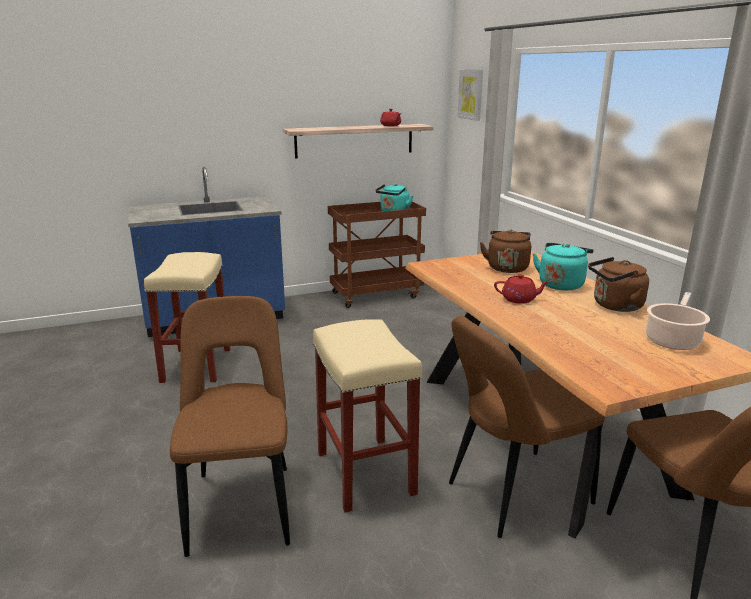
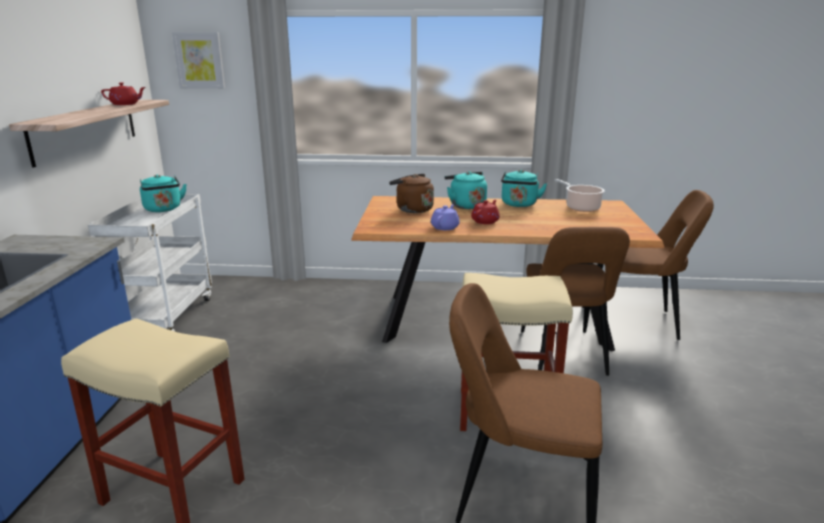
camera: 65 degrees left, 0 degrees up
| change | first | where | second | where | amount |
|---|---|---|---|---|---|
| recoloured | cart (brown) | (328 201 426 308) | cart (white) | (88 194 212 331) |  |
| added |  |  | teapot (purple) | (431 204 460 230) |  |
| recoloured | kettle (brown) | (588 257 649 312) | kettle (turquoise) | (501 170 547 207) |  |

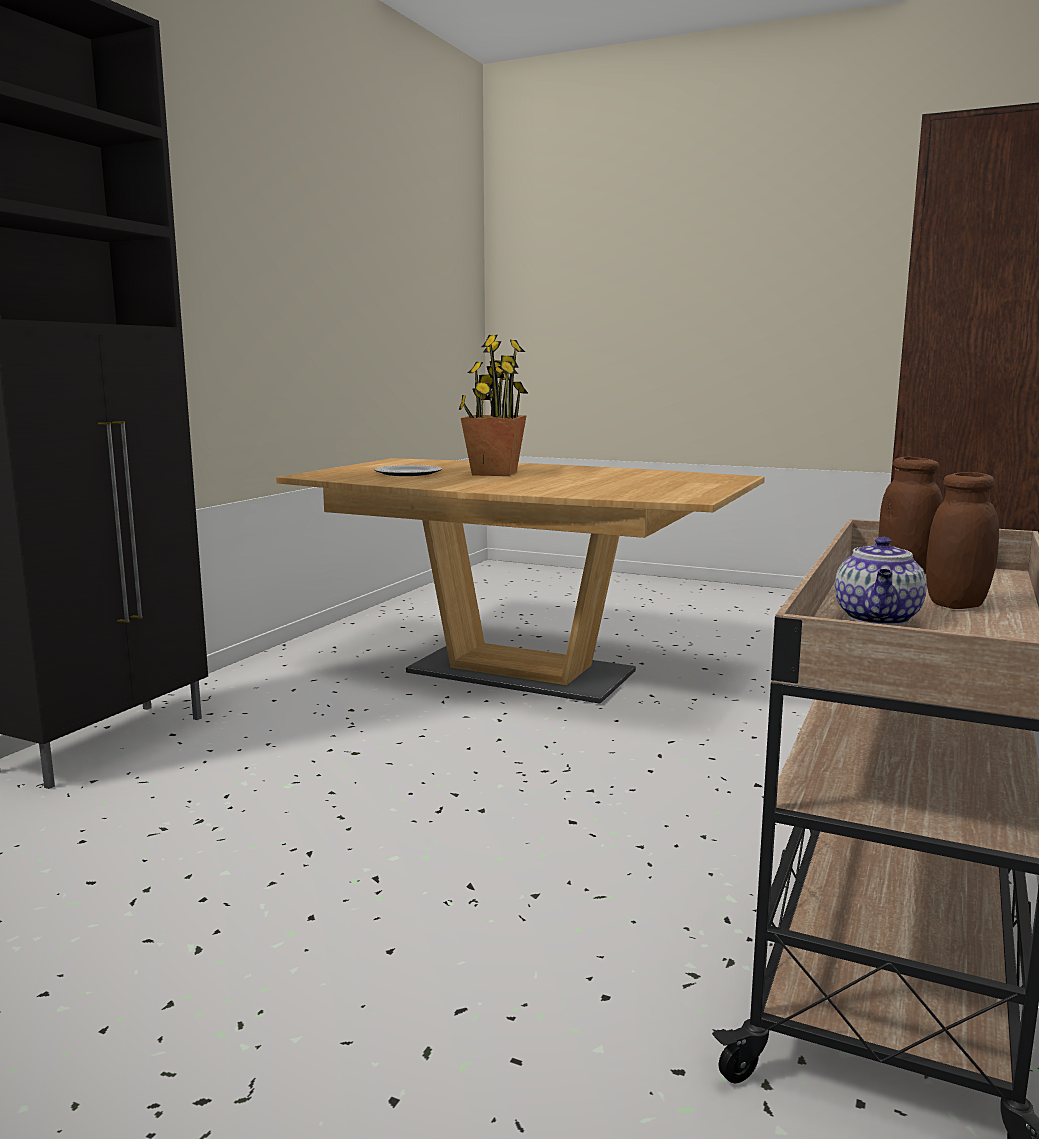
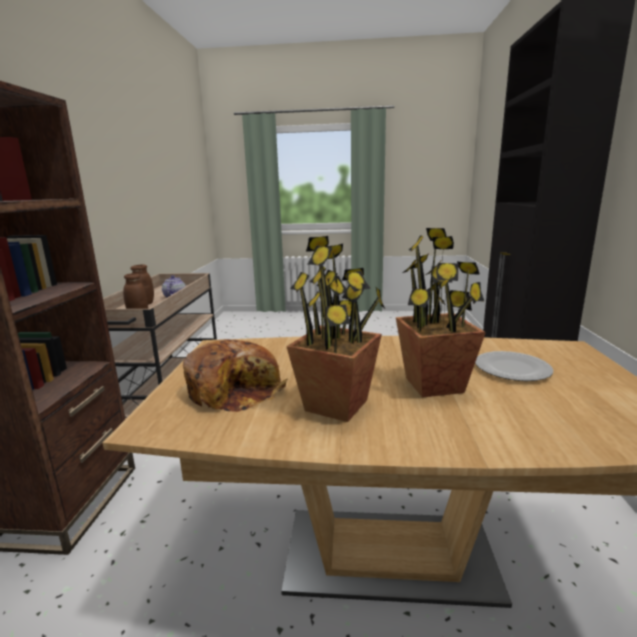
camera: 160 degrees right, 5 degrees up
| change | first | where | second | where | amount |
|---|---|---|---|---|---|
| added |  |  | bread | (183 339 288 412) |  |
| added |  |  | potted plant | (286 236 385 422) |  |

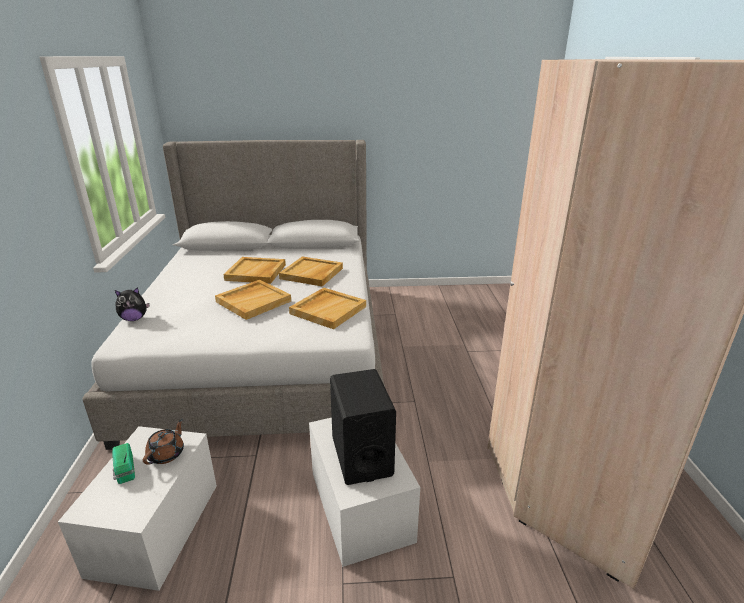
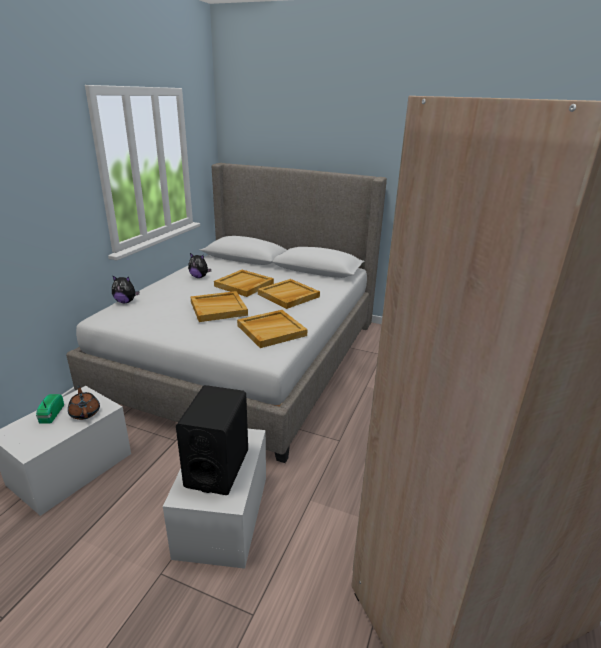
camera: 25 degrees right, 0 degrees up
| change | first | where | second | where | amount |
|---|---|---|---|---|---|
| turned | teapot (brown) | (143 419 184 465) |  | (68 386 100 420) | 75 degrees counterclockwise |
| added |  |  | plush toy | (188 253 211 278) |  |

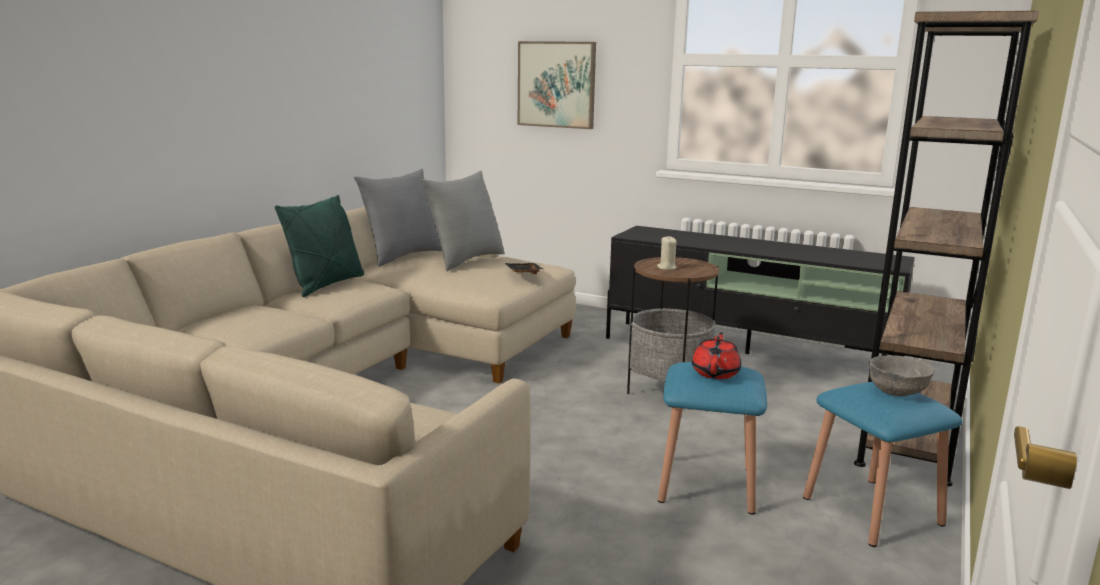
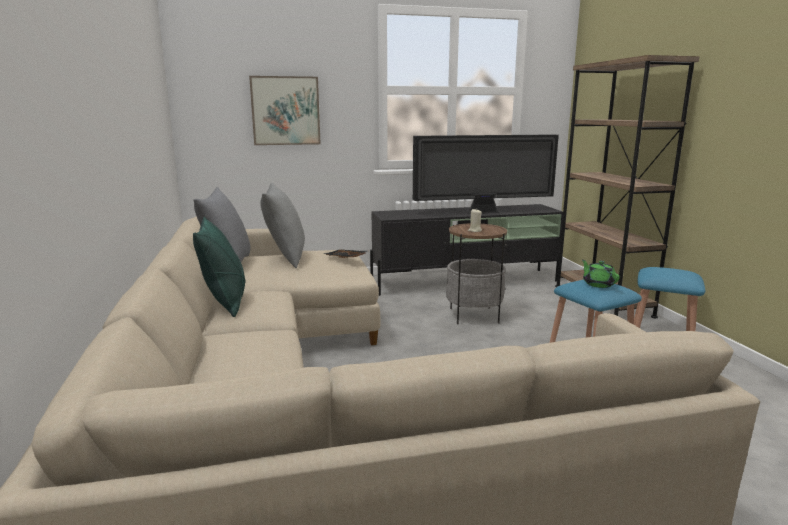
camera: 40 degrees left, 0 degrees up
| change | first | where | second | where | amount |
|---|---|---|---|---|---|
| added |  |  | television | (413 134 559 214) |  |
| recoloured | teapot (red) | (692 332 741 379) | teapot (green) | (582 260 620 288) |  |
| removed | bowl (grey) | (869 355 935 396) |  |  |  |

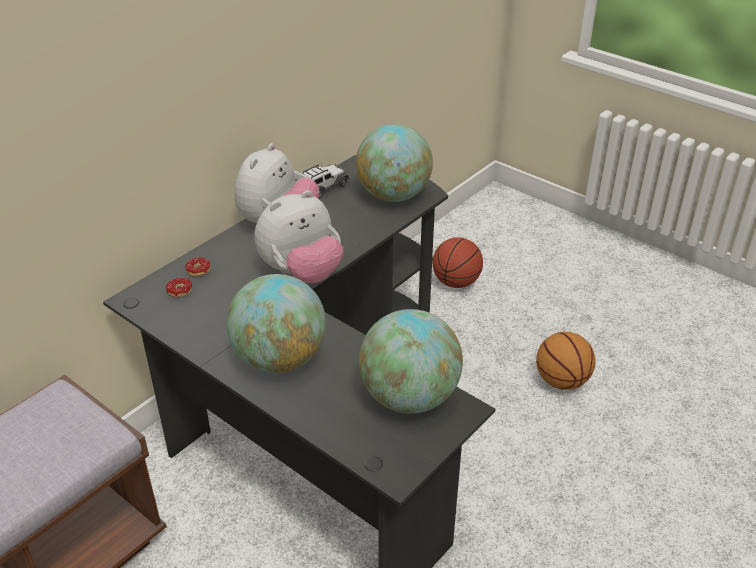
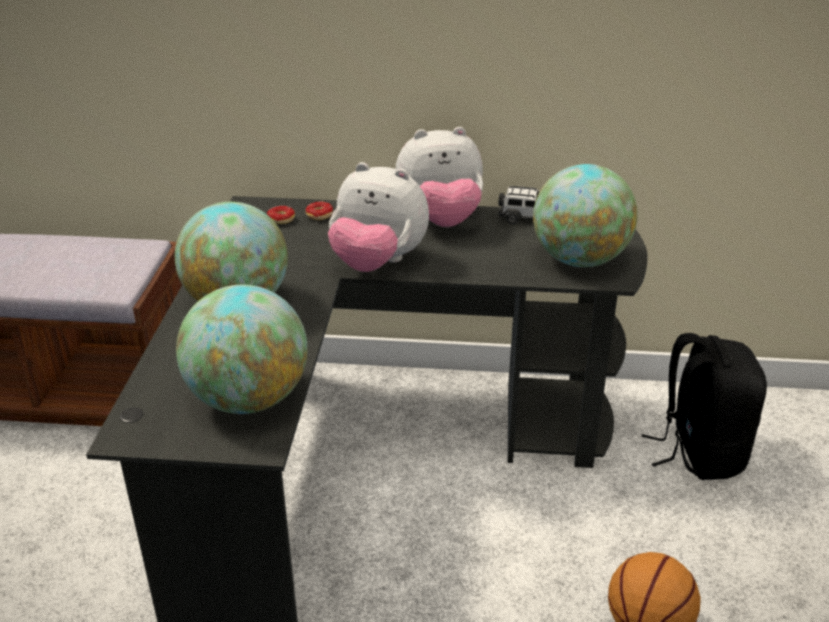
camera: 55 degrees right, 5 degrees down
| change | first | where | second | where | amount |
|---|---|---|---|---|---|
| replaced | basketball | (432 237 483 288) | backpack (black) | (642 333 767 480) |  |

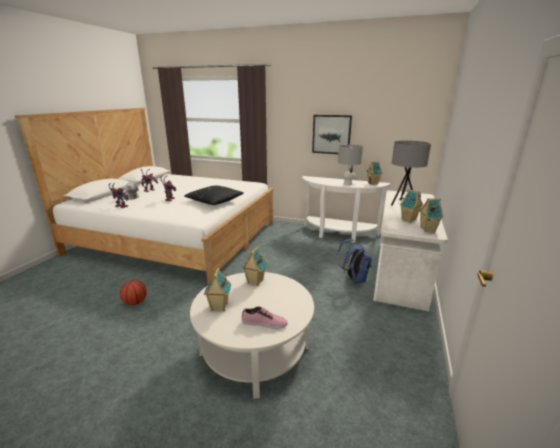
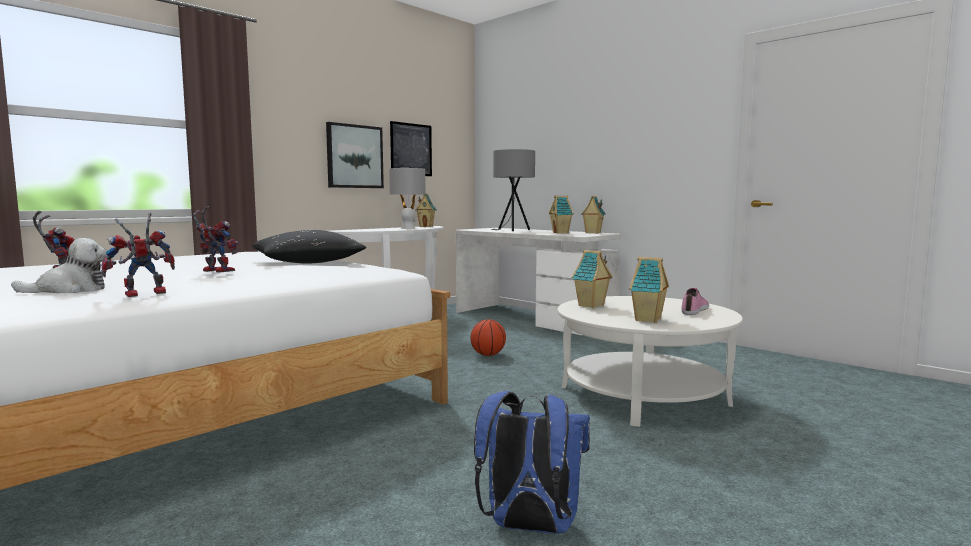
camera: 65 degrees left, 15 degrees down
| change | first | where | second | where | amount |
|---|---|---|---|---|---|
| added |  |  | picture | (390 121 432 176) |  |
| moved | basketball | (120 280 147 305) |  | (470 319 506 356) |  |
| moved | backpack (blue) | (337 239 372 283) |  | (474 391 590 534) |  |

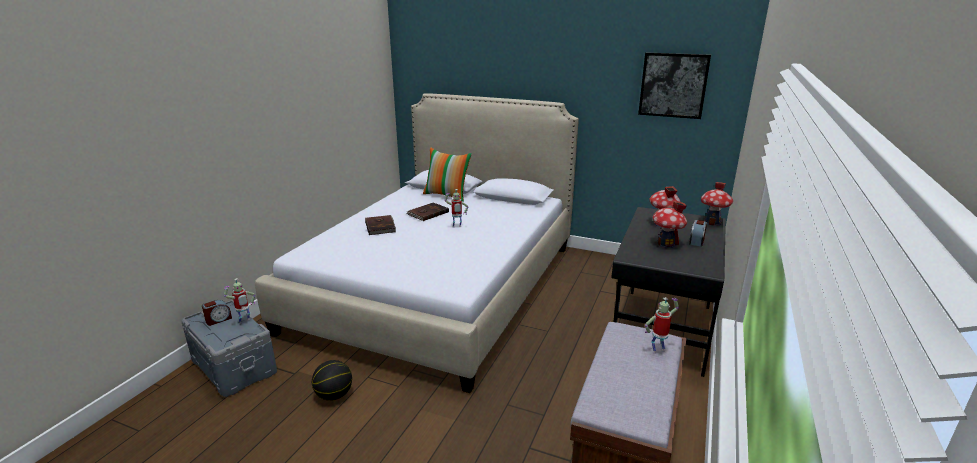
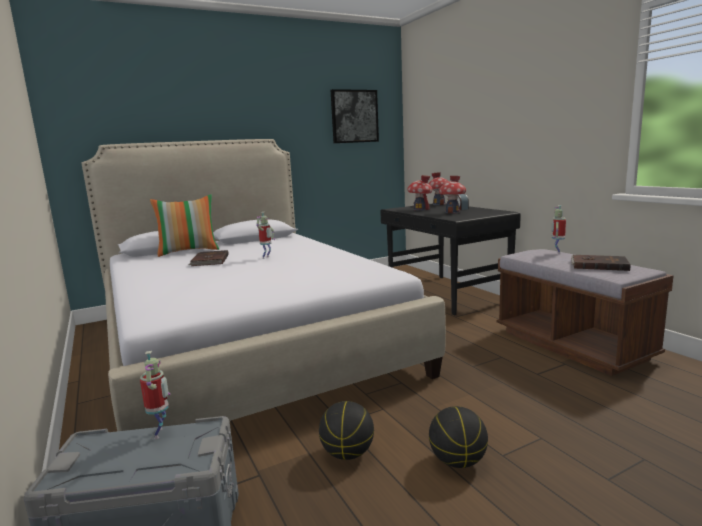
camera: 50 degrees left, 10 degrees down
| change | first | where | second | where | amount |
|---|---|---|---|---|---|
| added |  |  | basketball | (429 406 488 468) |  |
| moved | book (brown) | (365 215 396 235) |  | (571 255 631 271) |  |
| removed | alarm clock | (202 300 232 326) |  |  |  |

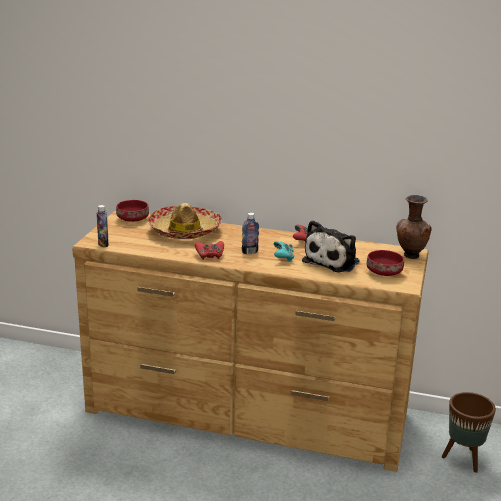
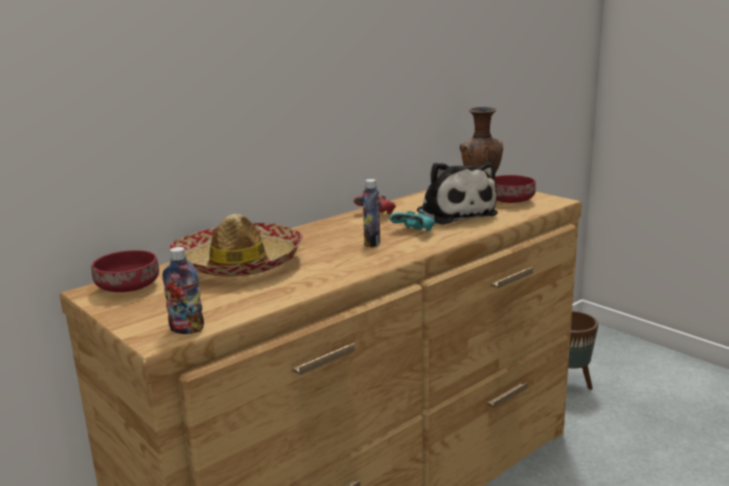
camera: 55 degrees left, 5 degrees down
| change | first | where | second | where | amount |
|---|---|---|---|---|---|
| removed | game controller (red) | (195 241 224 260) |  |  |  |

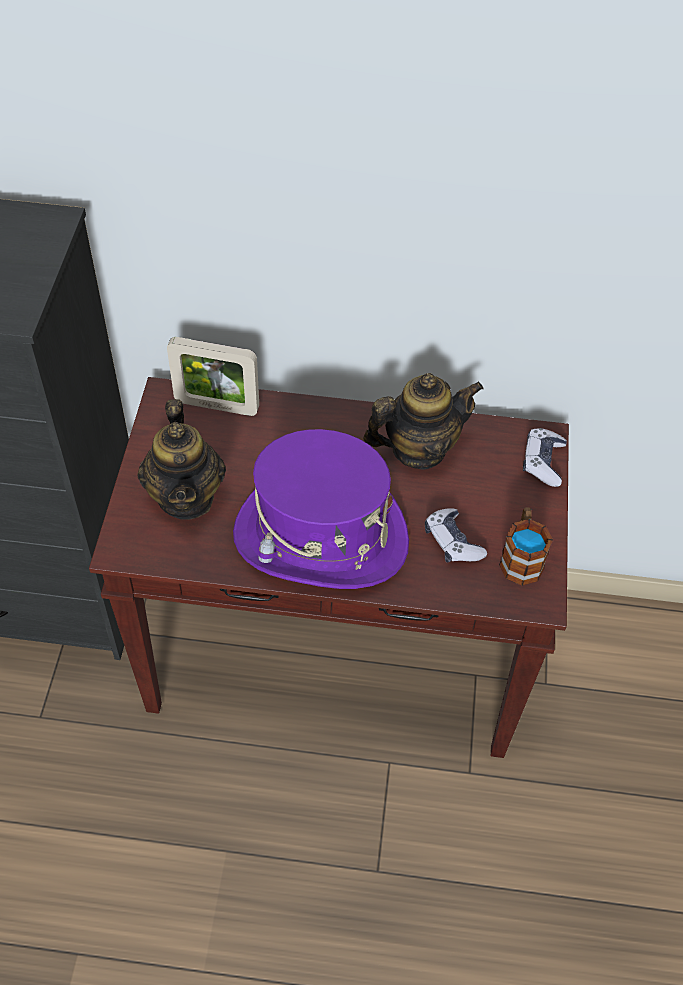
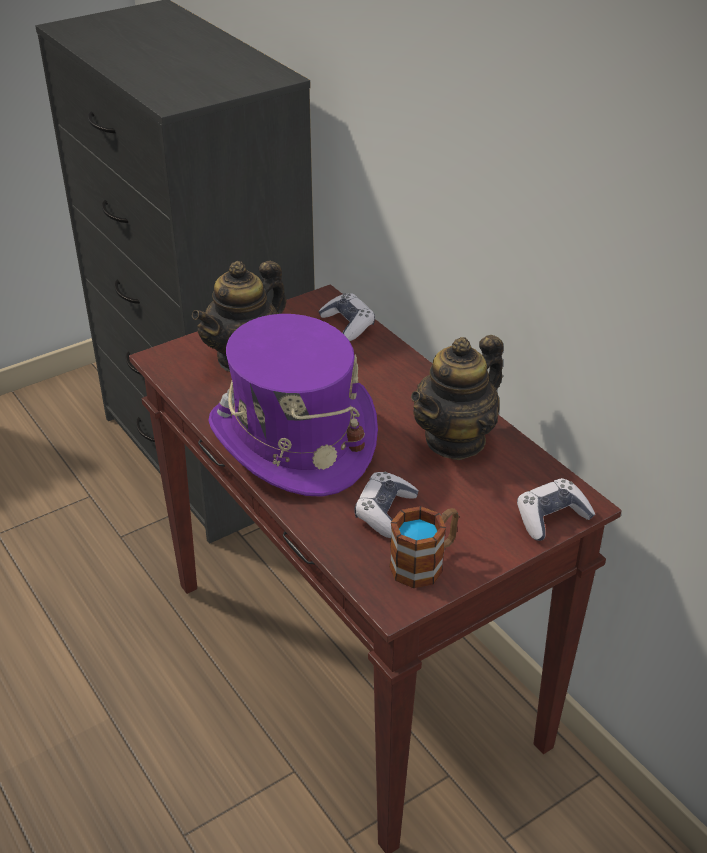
camera: 50 degrees right, 15 degrees down
| change | first | where | second | where | amount |
|---|---|---|---|---|---|
| replaced | picture frame | (167 337 259 416) | game controller | (318 293 375 341) |  |
| turned | teapot | (363 373 483 470) |  | (411 335 504 460) | 105 degrees clockwise |

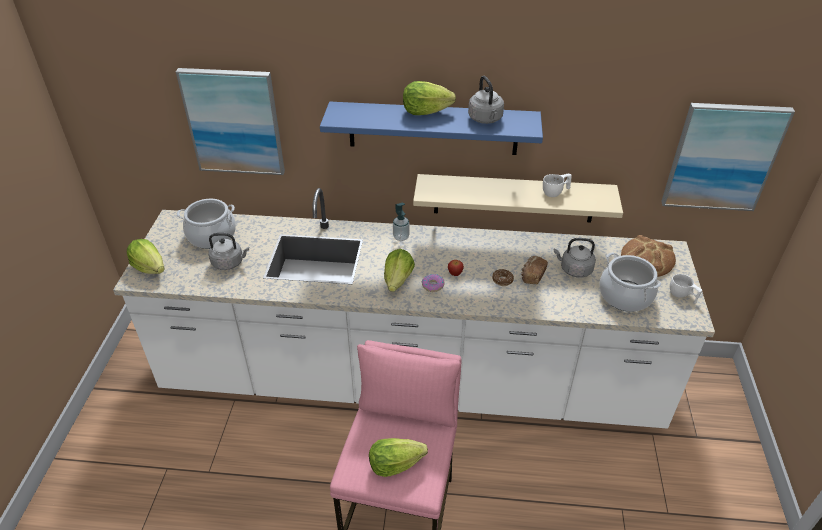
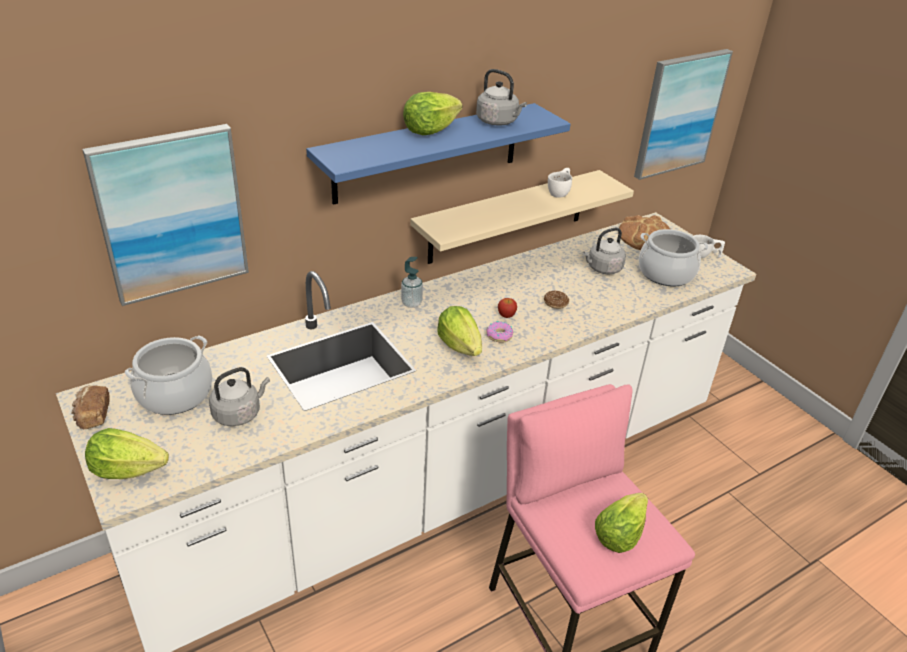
camera: 40 degrees left, 5 degrees down
| change | first | where | second | where | amount |
|---|---|---|---|---|---|
| moved | bread | (521 256 548 284) |  | (71 385 110 430) |  |

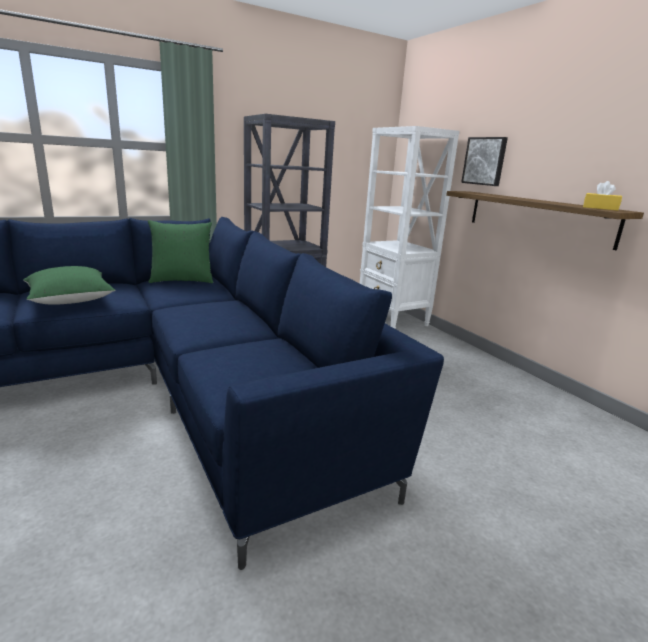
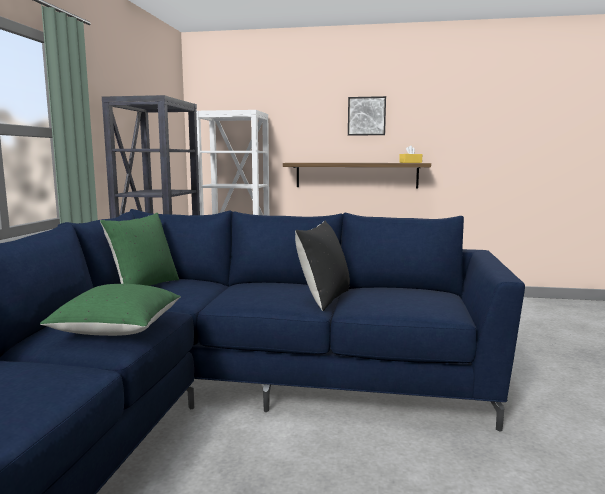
camera: 50 degrees left, 10 degrees down
| change | first | where | second | where | amount |
|---|---|---|---|---|---|
| added |  |  | pillow (black) | (295 221 350 311) |  |
| moved | picture | (461 137 508 186) |  | (348 96 386 136) |  |

